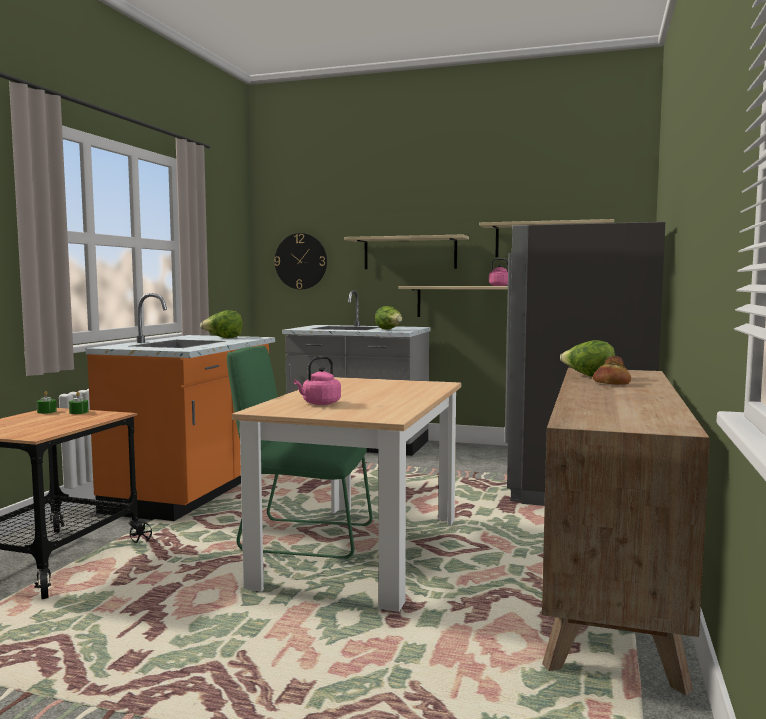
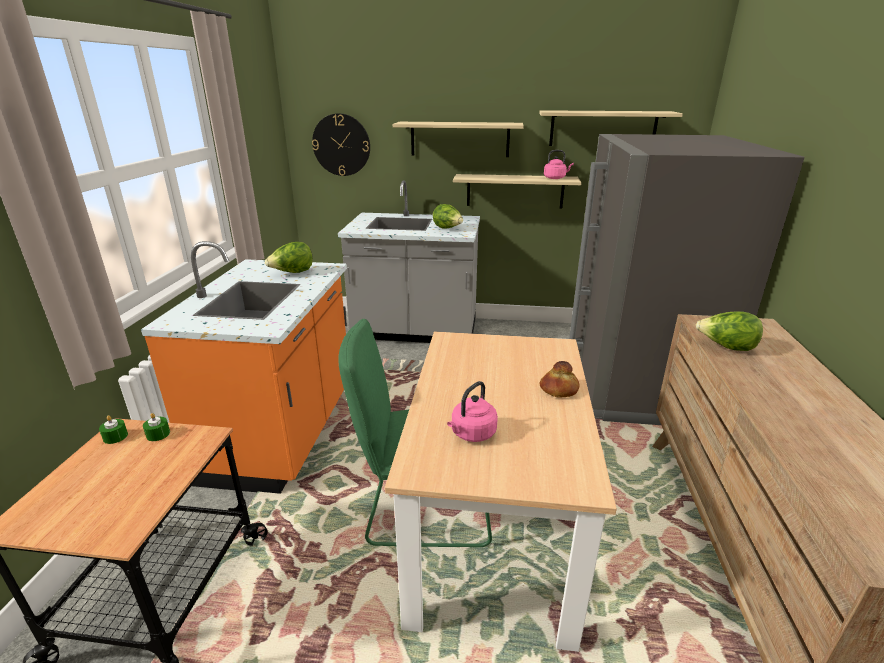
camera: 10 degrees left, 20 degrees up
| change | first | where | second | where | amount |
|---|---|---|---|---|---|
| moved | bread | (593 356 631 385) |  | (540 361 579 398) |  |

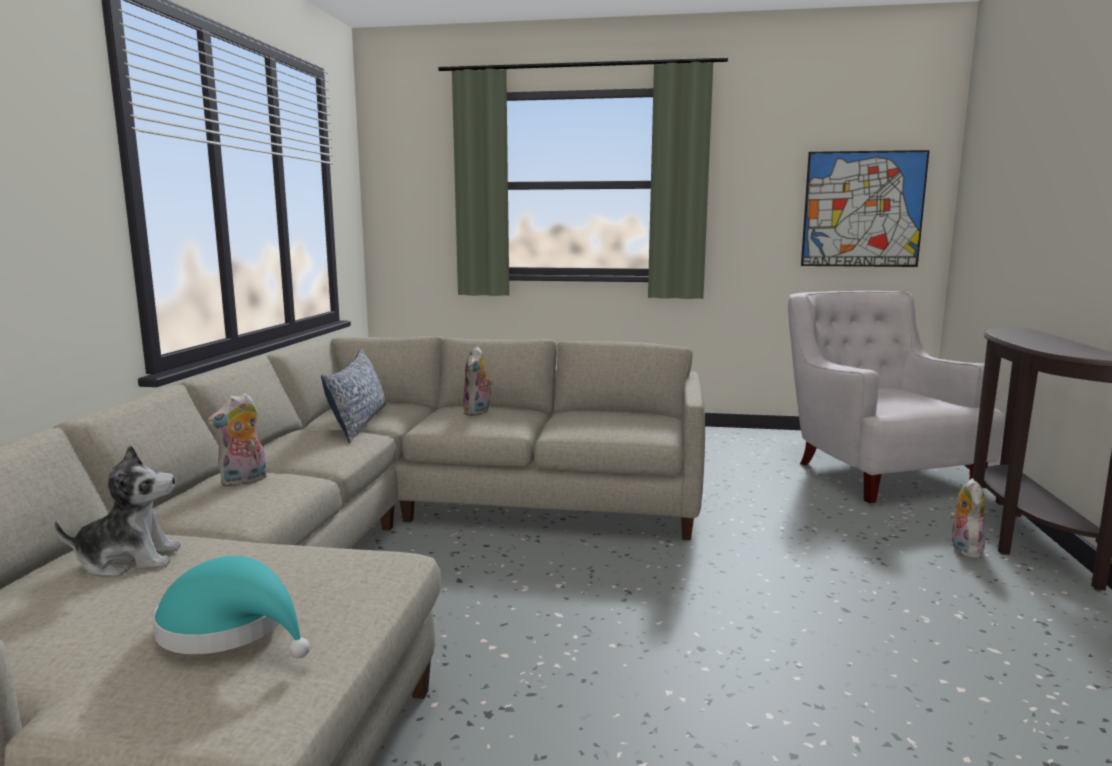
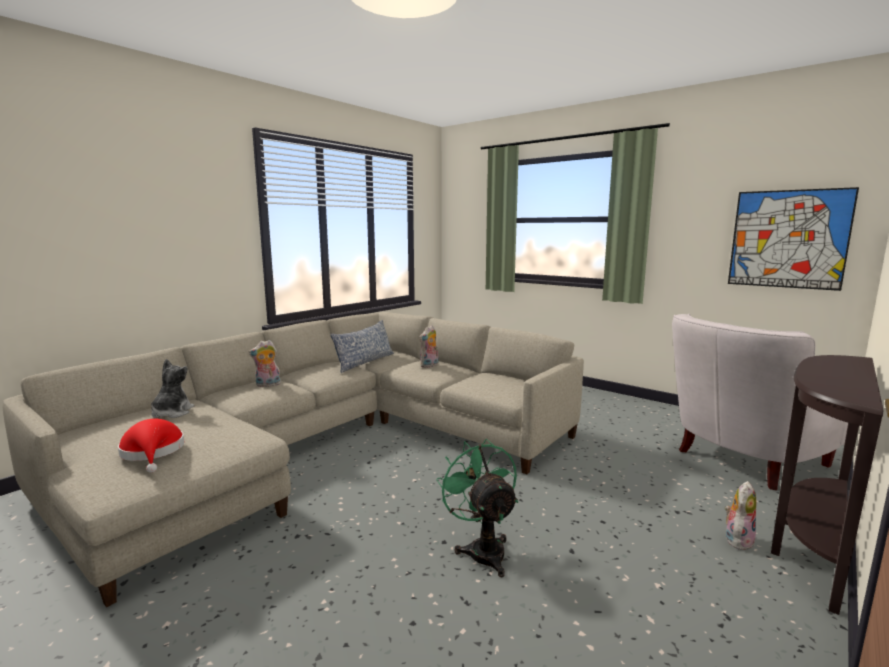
camera: 30 degrees right, 0 degrees up
| change | first | where | second | where | amount |
|---|---|---|---|---|---|
| recoloured | hat (turquoise) | (152 556 310 658) | hat (red) | (118 419 184 473) |  |
| turned | plush toy | (54 445 181 577) |  | (151 359 194 418) | 105 degrees counterclockwise |
| added |  |  | fan (green) | (436 439 518 577) |  |
| turned | armchair (white) | (788 291 1005 503) |  | (672 314 848 490) | 135 degrees counterclockwise |

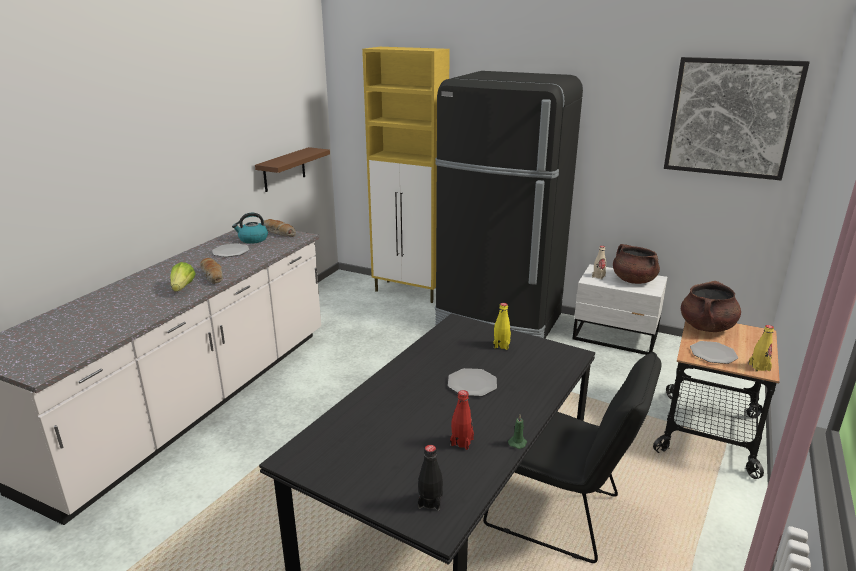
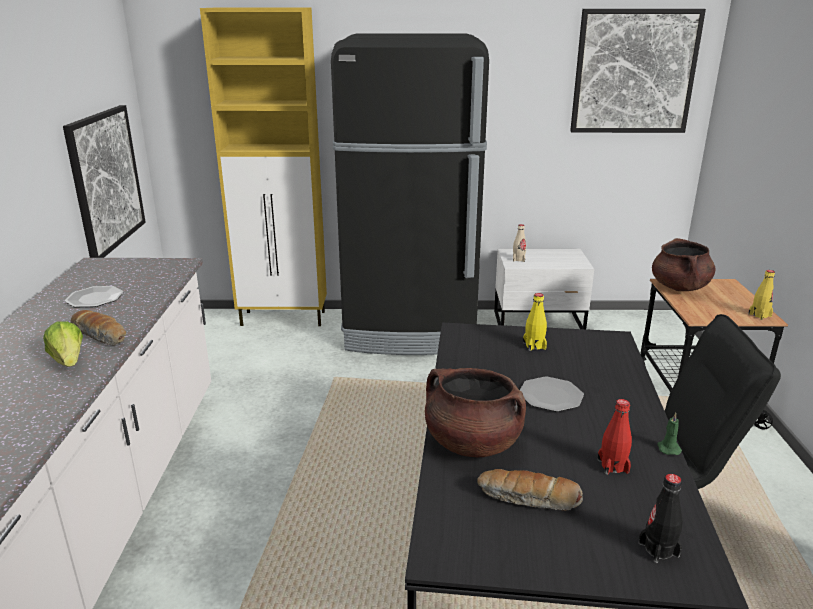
camera: 25 degrees left, 0 degrees up
| change | first | where | second | where | amount |
|---|---|---|---|---|---|
| replaced | shelf (brown) | (255 147 330 192) | picture | (63 105 145 258) |  |
| moved | cooking pot (brown) | (613 244 660 284) |  | (425 368 526 457) |  |
| moved | bread | (264 219 296 237) |  | (477 469 583 511) |  |
| removed | kettle | (232 213 268 244) |  |  |  |
| removed | plate | (690 341 738 364) |  |  |  |

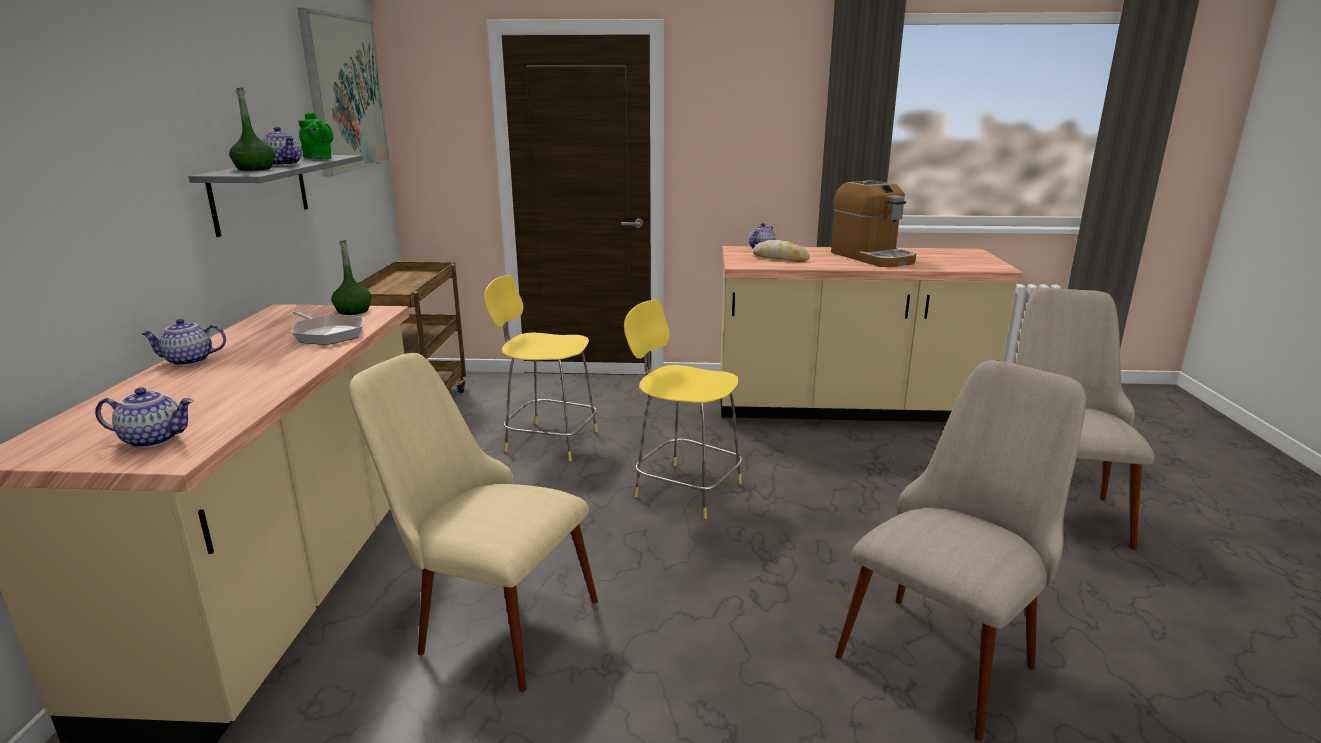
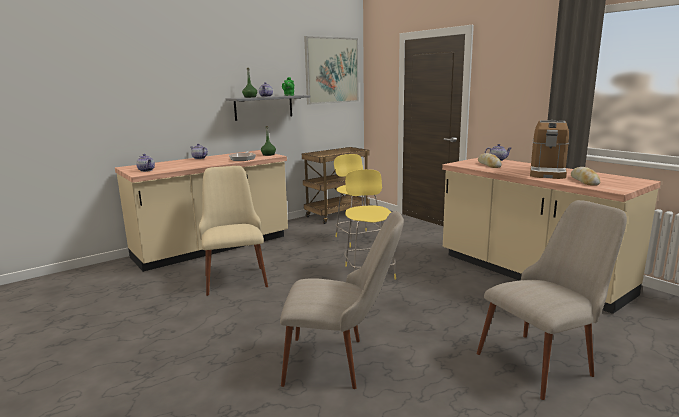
camera: 50 degrees right, 5 degrees down
| change | first | where | second | where | amount |
|---|---|---|---|---|---|
| added |  |  | bread | (571 167 600 186) |  |

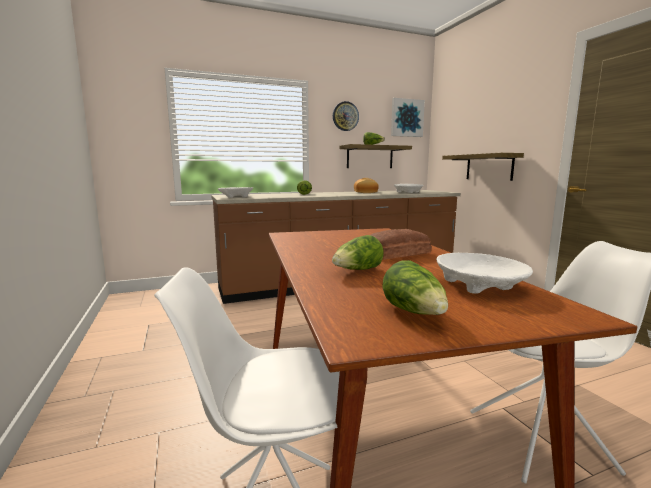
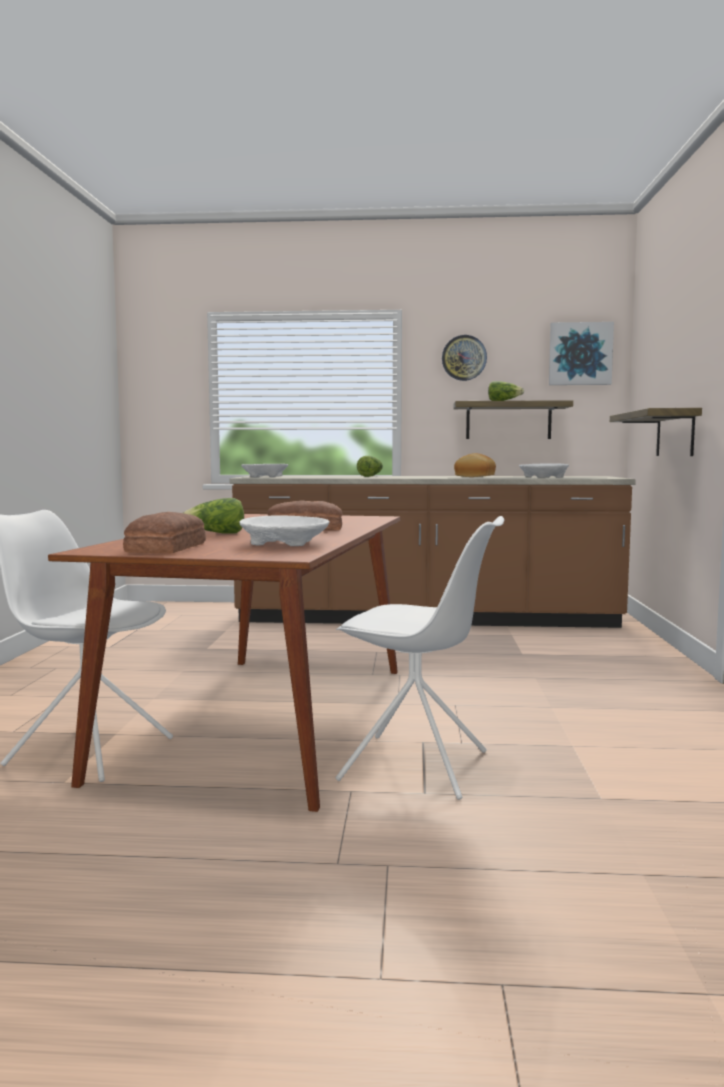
camera: 25 degrees right, 5 degrees down
| change | first | where | second | where | amount |
|---|---|---|---|---|---|
| replaced | lettuce | (382 260 448 315) | bread | (123 512 206 554) |  |

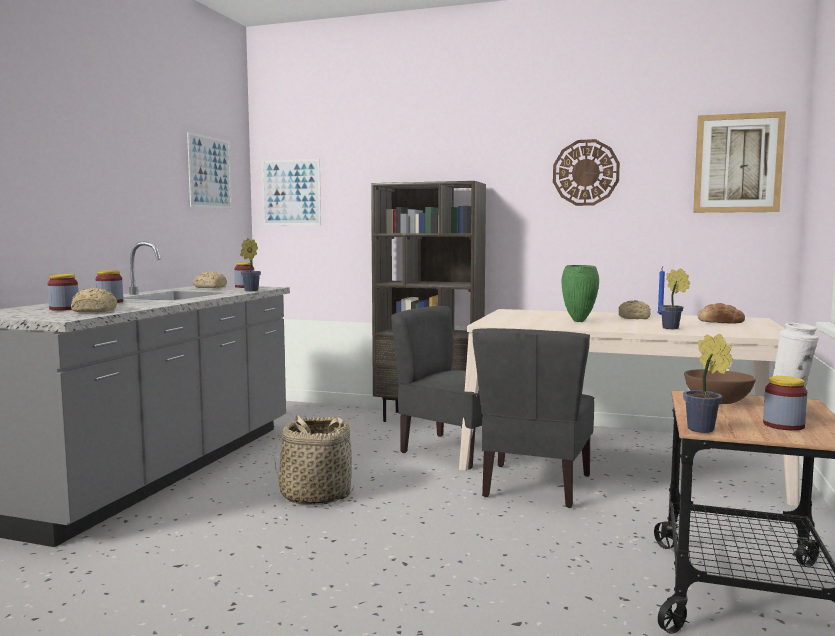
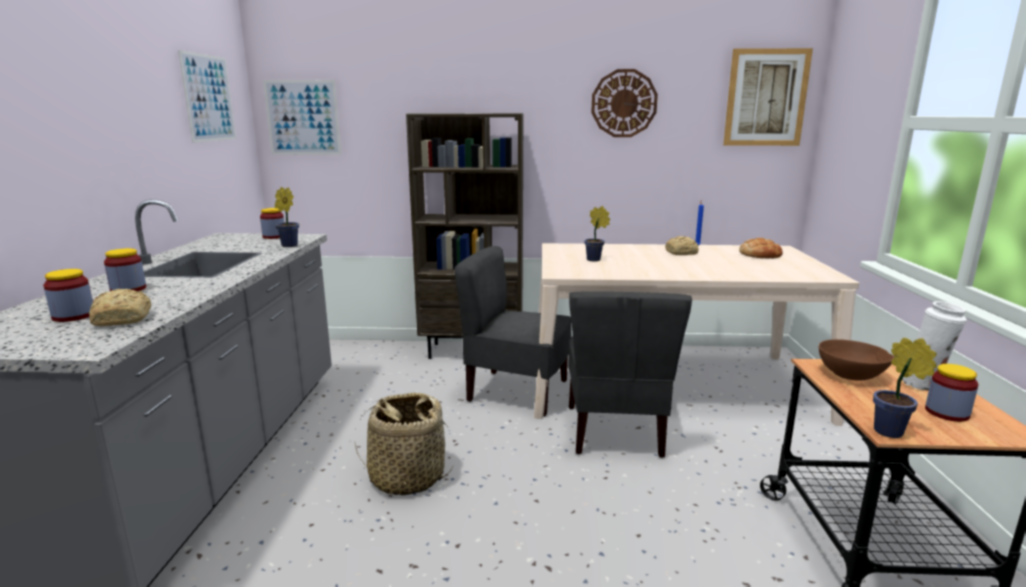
camera: 15 degrees left, 10 degrees up
| change | first | where | second | where | amount |
|---|---|---|---|---|---|
| moved | potted plant | (660 268 690 329) |  | (584 206 610 262) |  |
| removed | bread | (193 271 227 288) |  |  |  |
| removed | vase (green) | (562 265 599 322) |  |  |  |

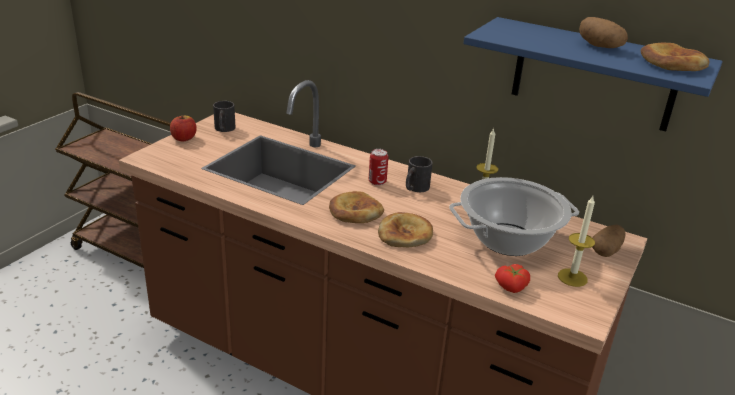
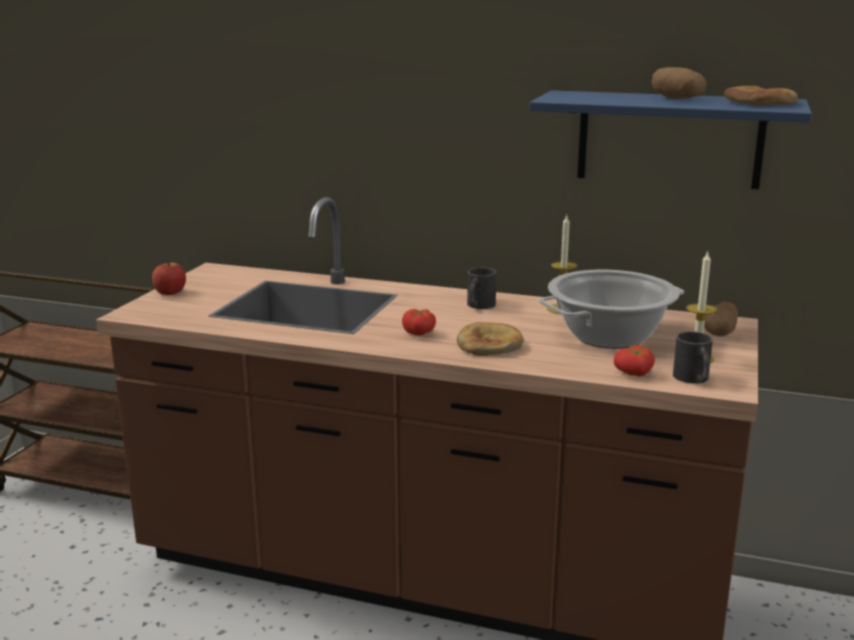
camera: 10 degrees left, 10 degrees down
| change | first | where | second | where | amount |
|---|---|---|---|---|---|
| replaced | bread | (329 191 384 223) | tomato | (402 309 436 336) |  |
| moved | mug (black) | (213 101 235 132) |  | (673 331 713 384) |  |
| removed | can | (369 149 388 185) |  |  |  |

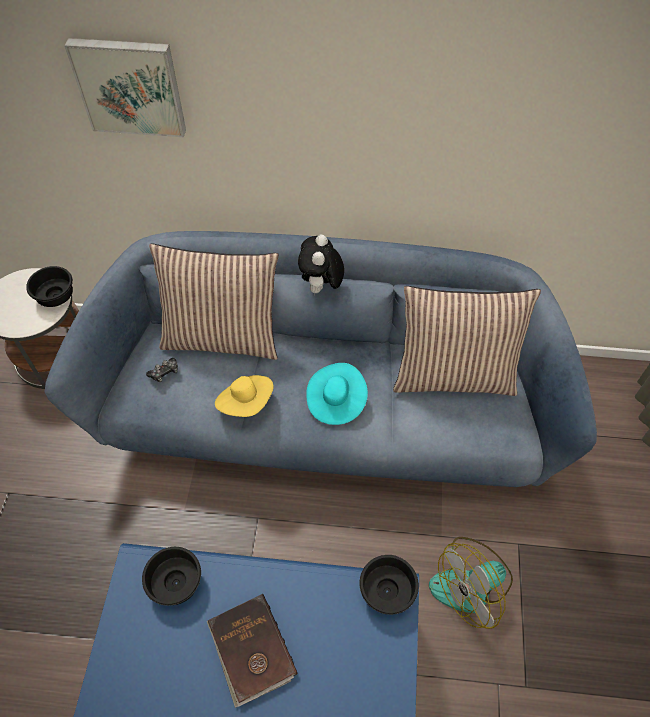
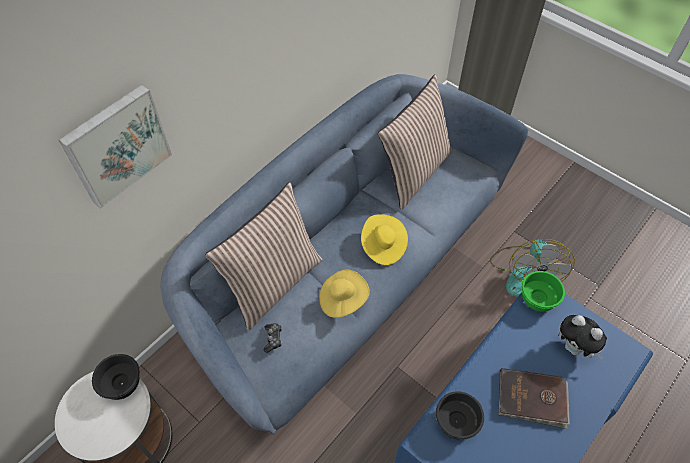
camera: 55 degrees left, 0 degrees up
| change | first | where | second | where | amount |
|---|---|---|---|---|---|
| recoloured | hat (turquoise) | (306 363 368 425) | hat (yellow) | (361 214 408 265) |  |
| recoloured | bowl (black) | (360 555 419 615) | bowl (green) | (521 271 565 312) |  |
| moved | plush toy | (298 235 344 296) |  | (559 315 607 359) |  |

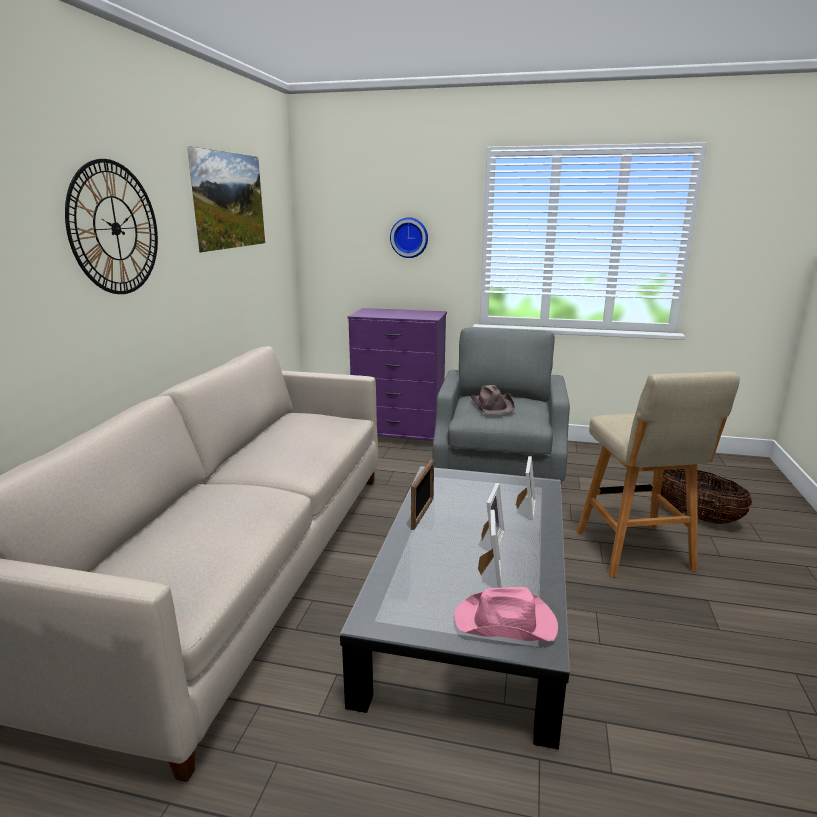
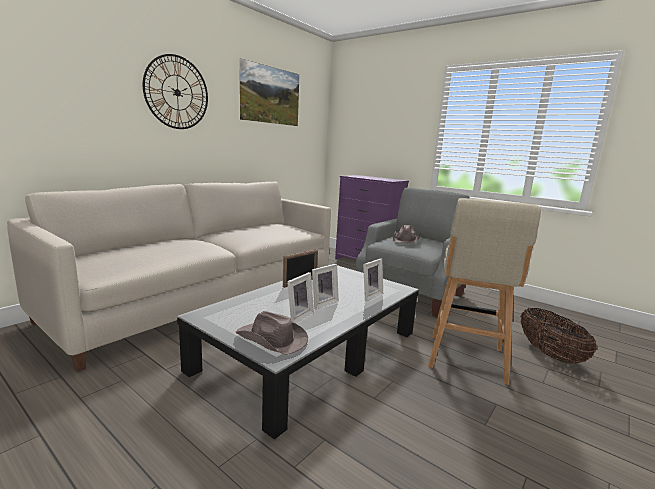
camera: 25 degrees right, 5 degrees down
| change | first | where | second | where | amount |
|---|---|---|---|---|---|
| recoloured | hat (pink) | (454 587 558 641) | hat (brown) | (236 311 308 355) |  |
| removed | wall clock | (390 217 428 258) |  |  |  |

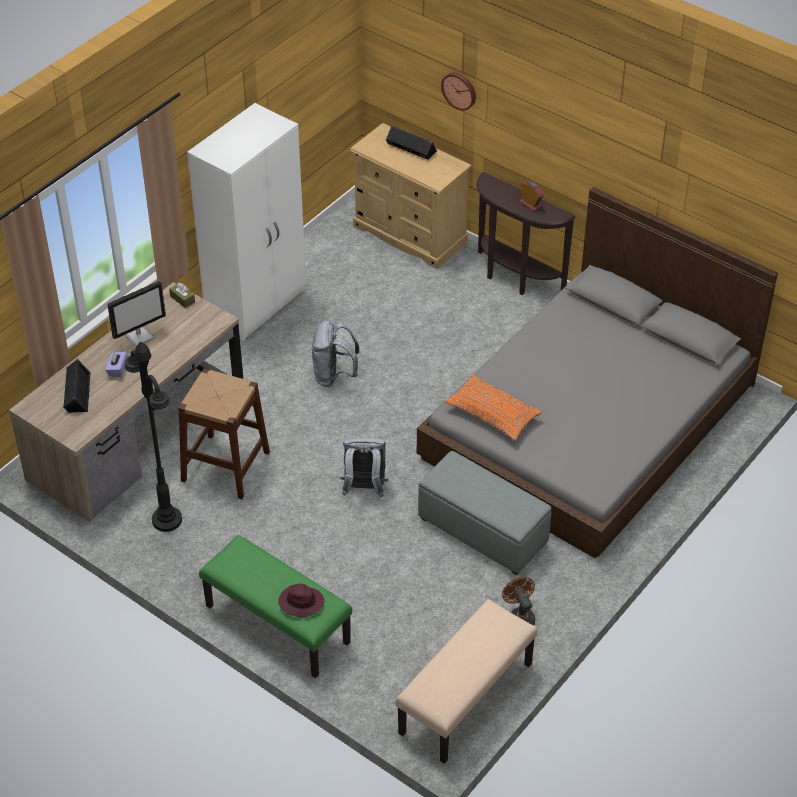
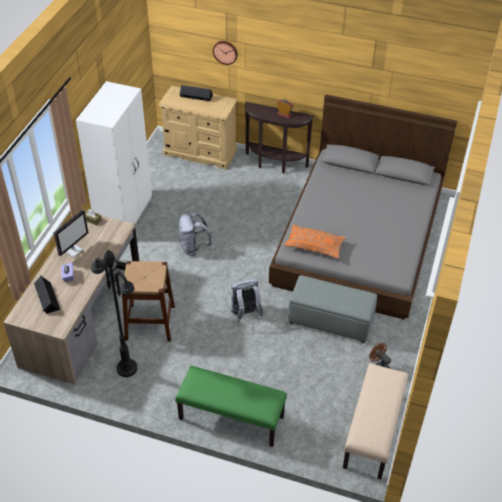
camera: 20 degrees left, 0 degrees up
| change | first | where | second | where | amount |
|---|---|---|---|---|---|
| removed | hat (purple) | (278 584 324 618) |  |  |  |

